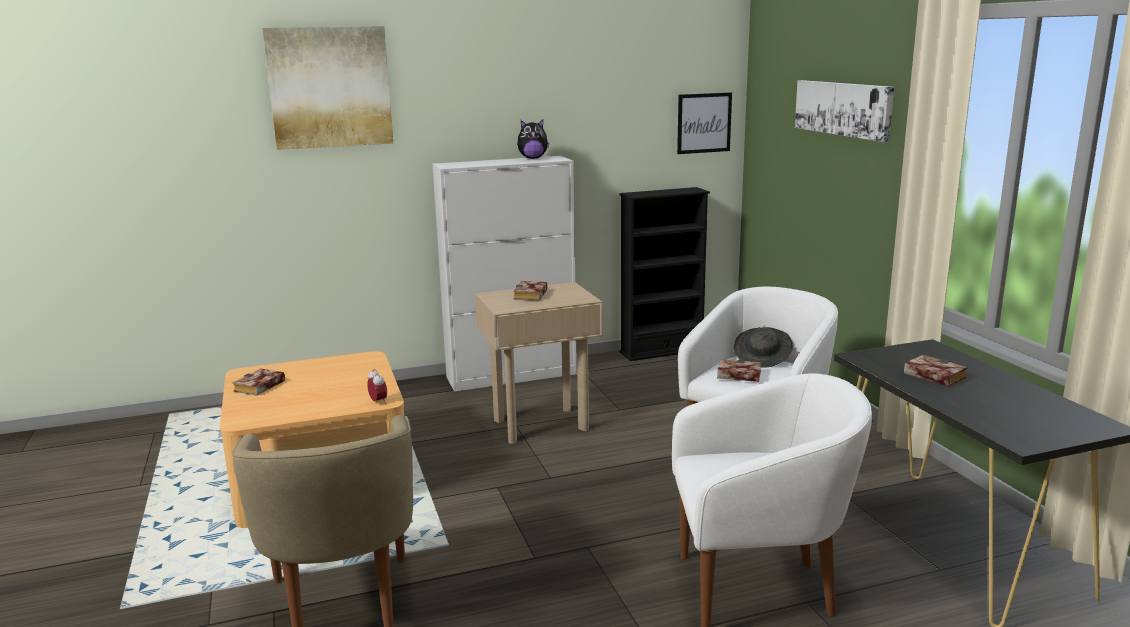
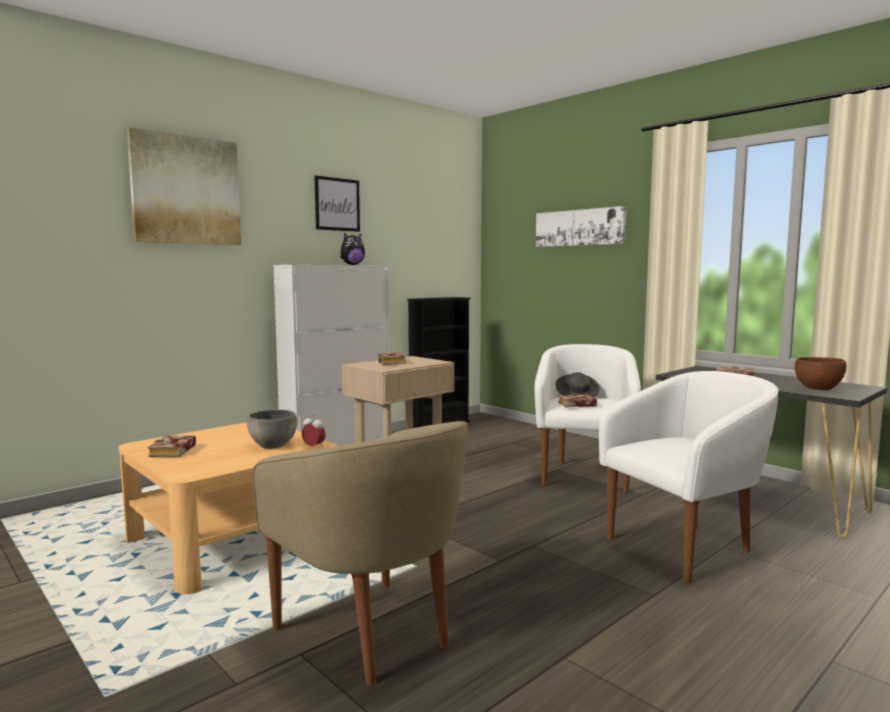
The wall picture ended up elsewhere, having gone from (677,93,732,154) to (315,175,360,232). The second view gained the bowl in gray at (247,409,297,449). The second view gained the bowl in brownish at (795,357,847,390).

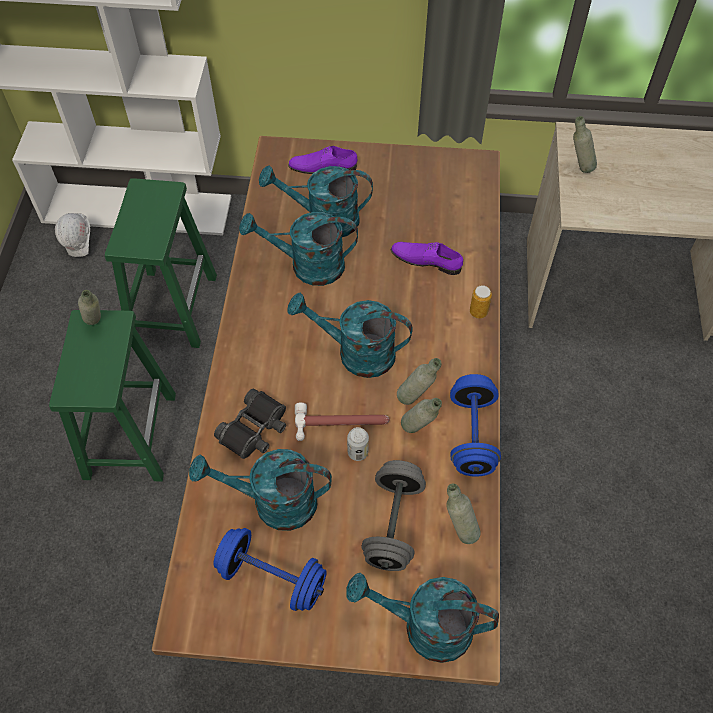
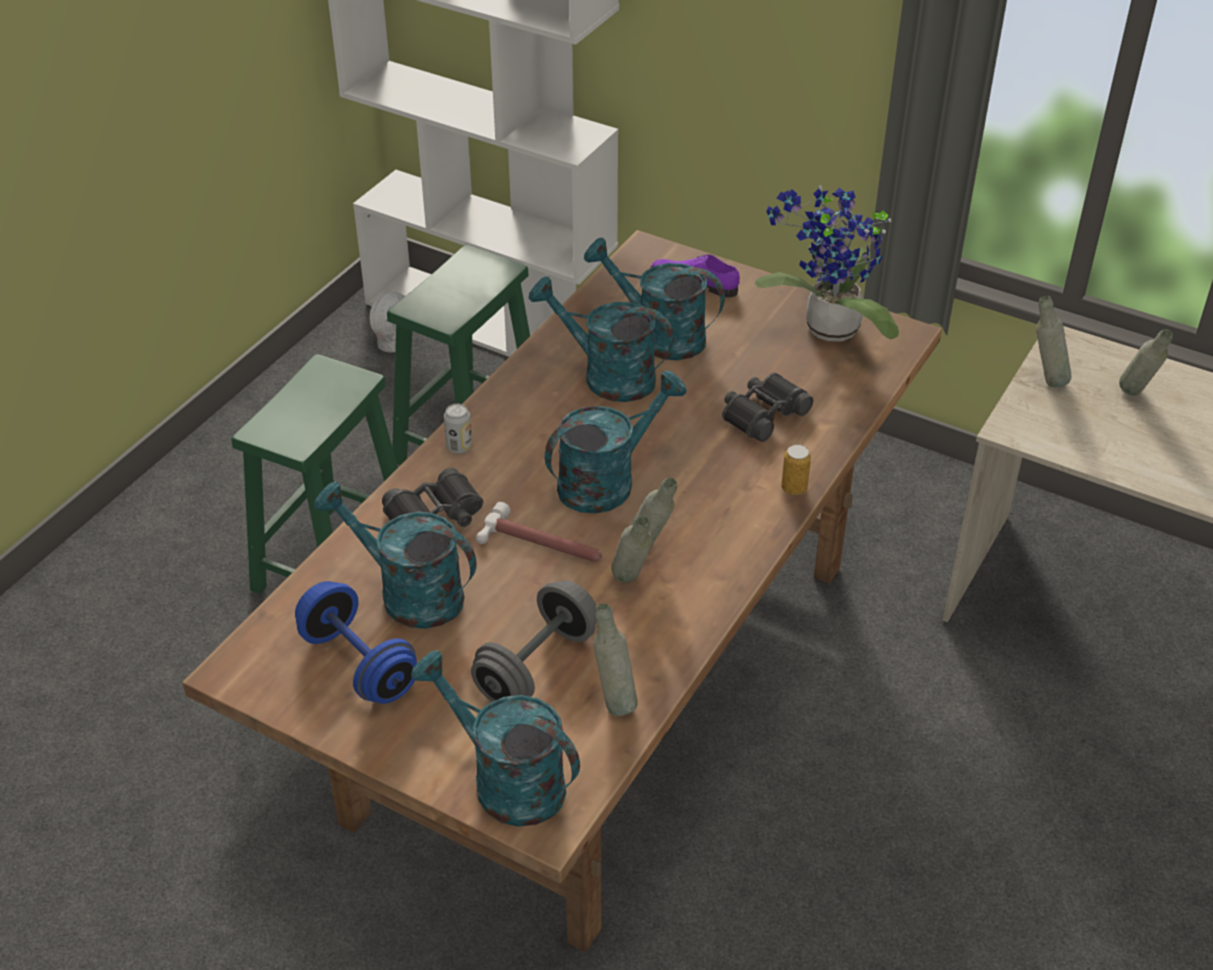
The bottle in gray ended up elsewhere, having gone from (78,290,101,325) to (1119,329,1173,395). The watering can in blue-green at (288,293,413,378) ended up facing another way, 105 degrees clockwise from before. The can ended up elsewhere, having gone from (347,427,369,461) to (444,404,472,454). Where the shoe in purplish stood at (391,242,463,275), the pair of binoculars in black came to stand at (722,373,813,442). The second view lost the dumbbell in blue at (450,374,501,476). The second view gained the potted plant at (755,185,899,342).

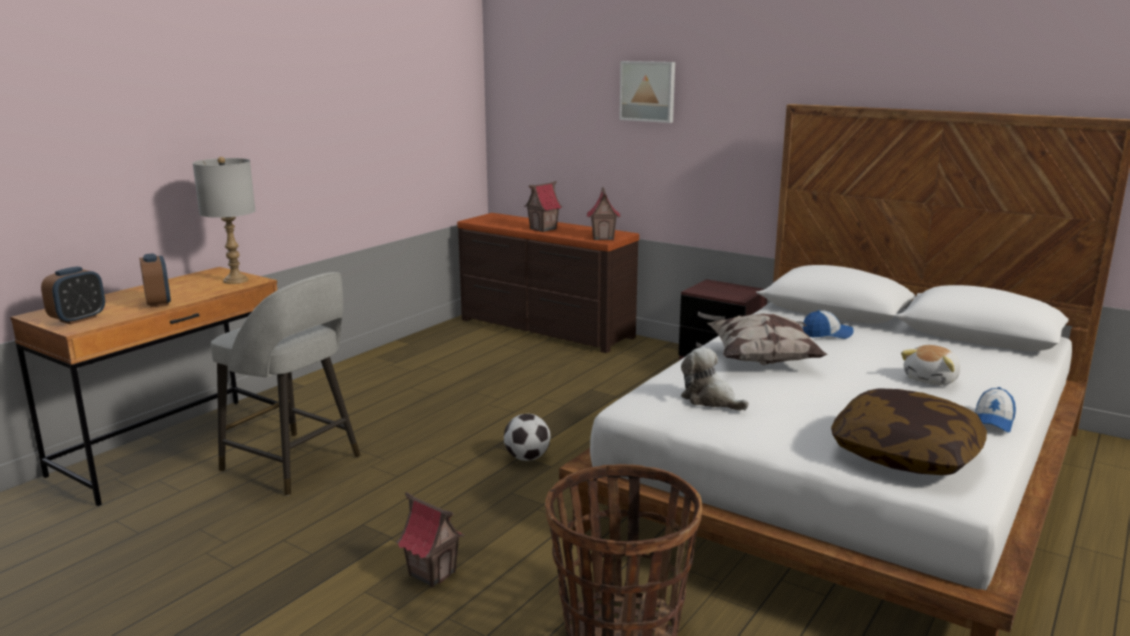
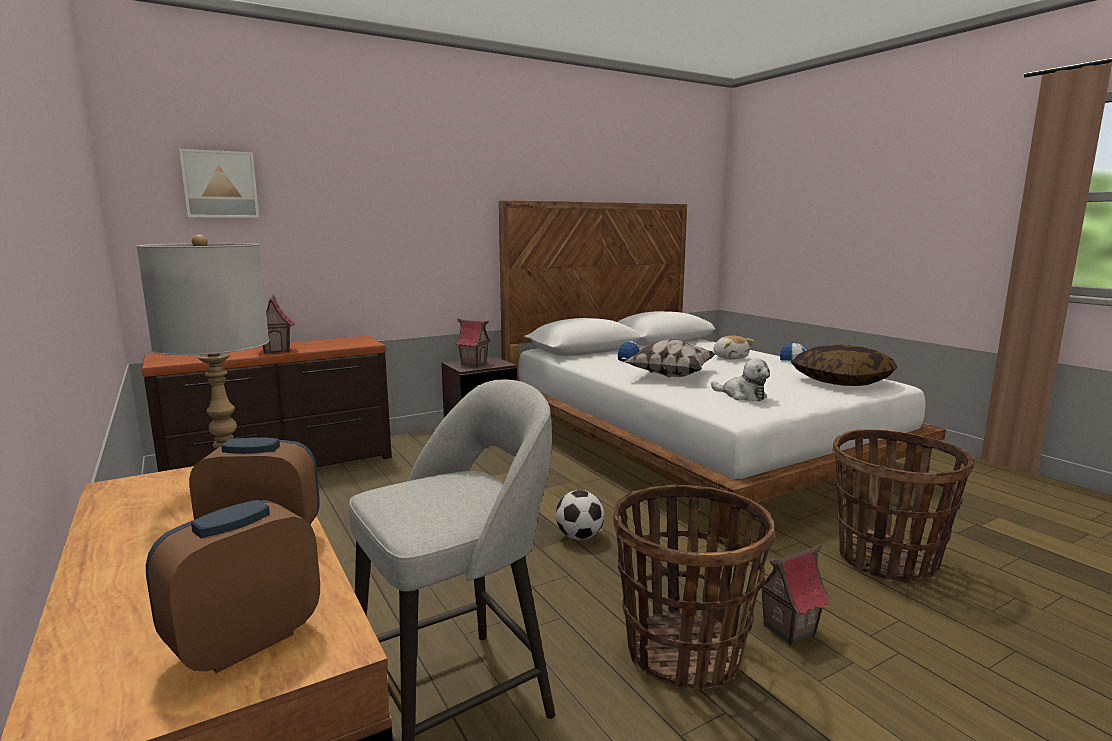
The alarm clock at (41,266,105,324) ended up facing another way, 105 degrees counterclockwise from before. The miniature house ended up elsewhere, having gone from (586,187,621,240) to (455,319,491,367). The wall picture ended up elsewhere, having gone from (619,61,675,123) to (179,149,259,218). The cuddly toy at (681,347,749,411) ended up facing another way, 120 degrees counterclockwise from before. The second view gained the storage basket at (613,485,776,691).

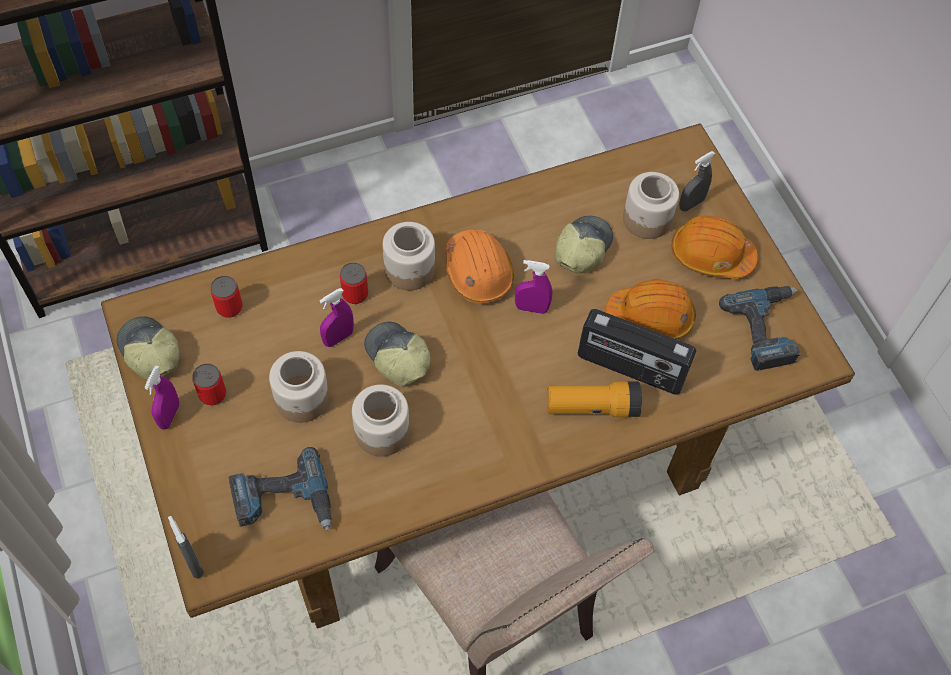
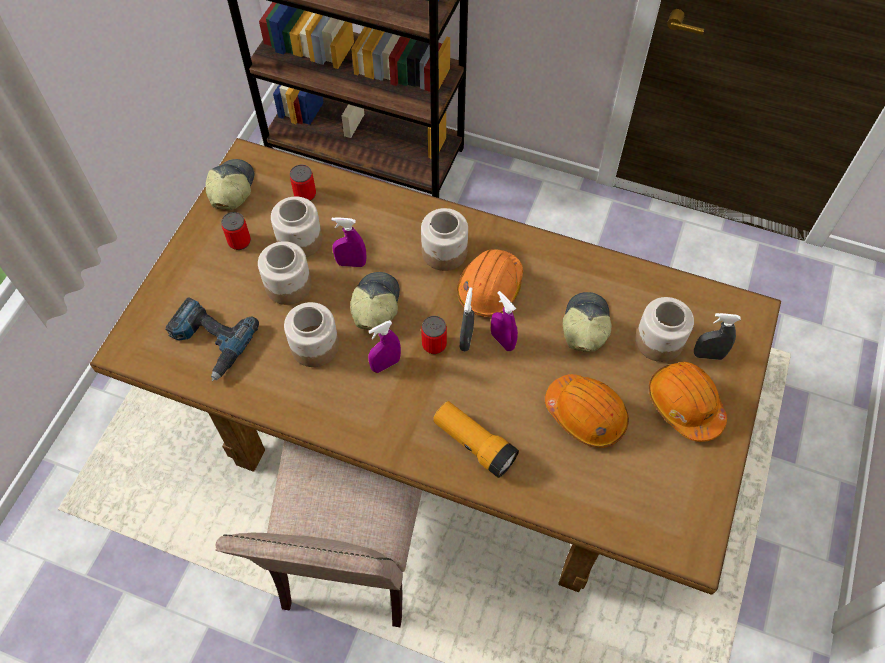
The spray bottle in purplish ended up elsewhere, having gone from (144,366,179,430) to (368,320,401,373). The spray bottle in gray ended up elsewhere, having gone from (168,516,204,578) to (460,287,474,352). The can ended up elsewhere, having gone from (340,262,368,304) to (421,316,447,354). The cap at (556,216,613,274) ended up facing another way, 60 degrees counterclockwise from before. The second view lost the radio receiver at (578,309,696,395). The second view lost the electric drill at (719,286,801,371). The second view gained the preserve jar at (271,197,322,257).

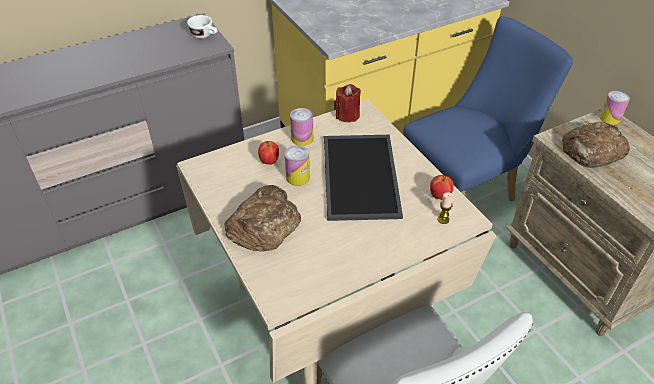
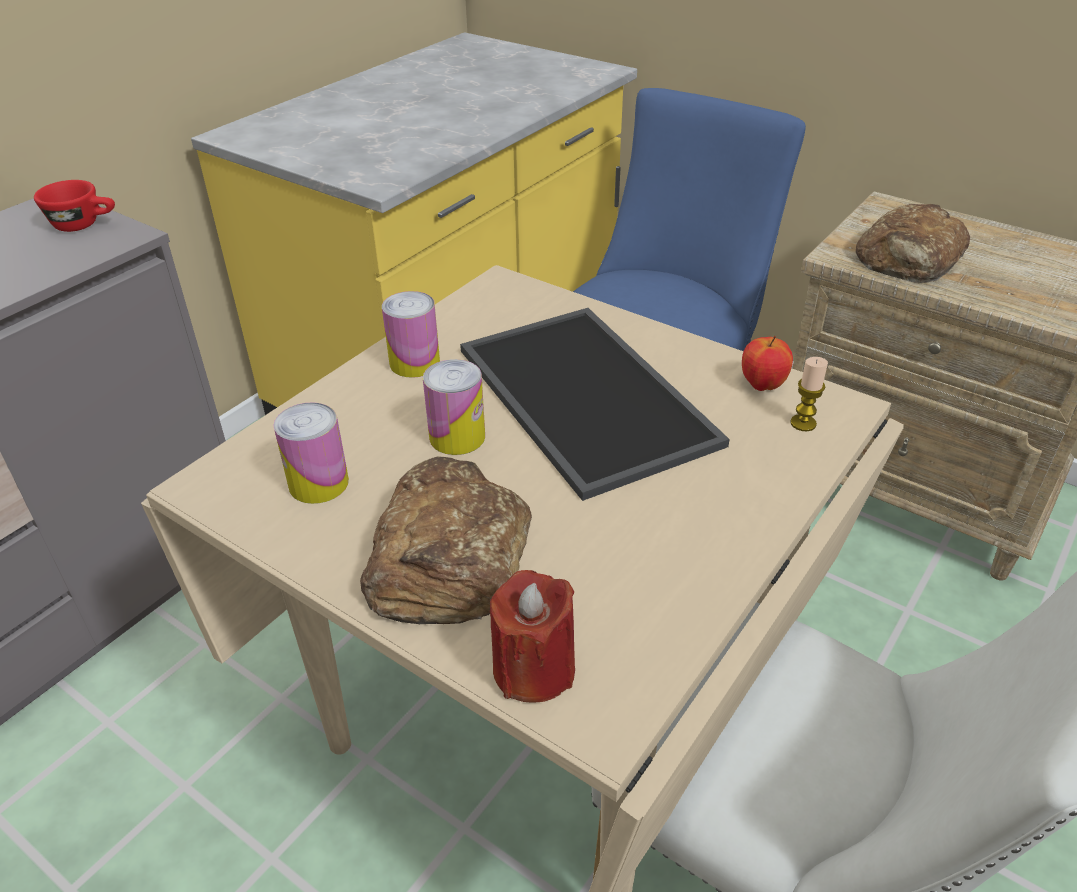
What was the cup in white at (187,15,218,38) turned into the cup in red at (34,180,115,232). The second view lost the whole apple at (258,141,279,165). The wax light in red ended up elsewhere, having gone from (336,84,361,122) to (490,570,575,703). The can ended up elsewhere, having gone from (599,91,630,125) to (273,402,349,504).

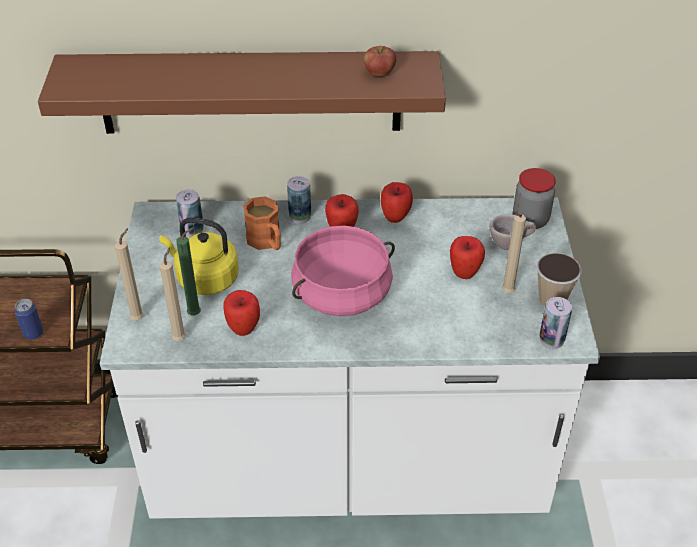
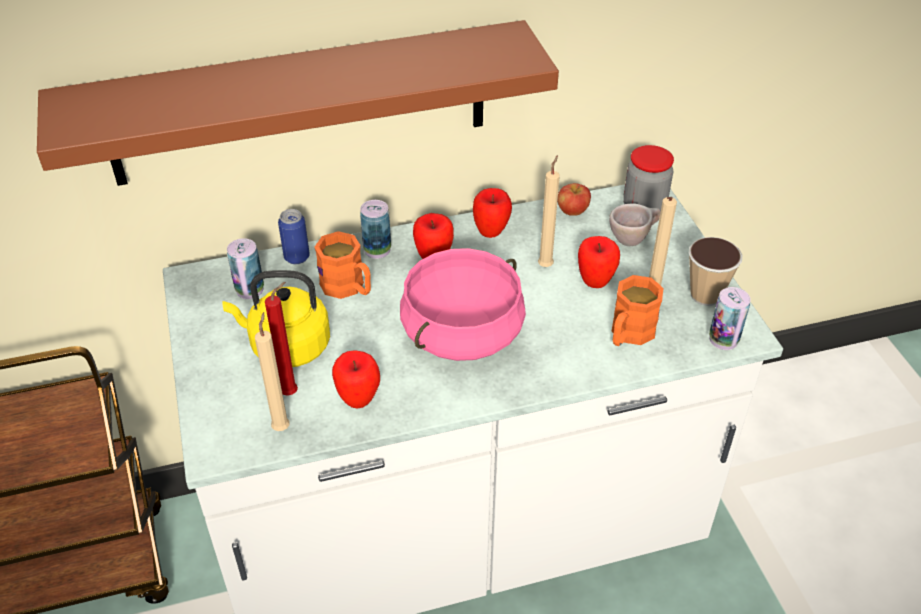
The can ended up elsewhere, having gone from (14,299,43,340) to (278,209,310,264). The wax light in sand-coloured ended up elsewhere, having gone from (115,228,144,320) to (538,155,560,267). What was the wax light in green-coloured at (176,228,201,316) turned into the wax light in red at (265,282,298,396). The whole apple ended up elsewhere, having gone from (364,46,396,77) to (558,183,591,216). The second view gained the mug in orangey at (611,275,664,346).

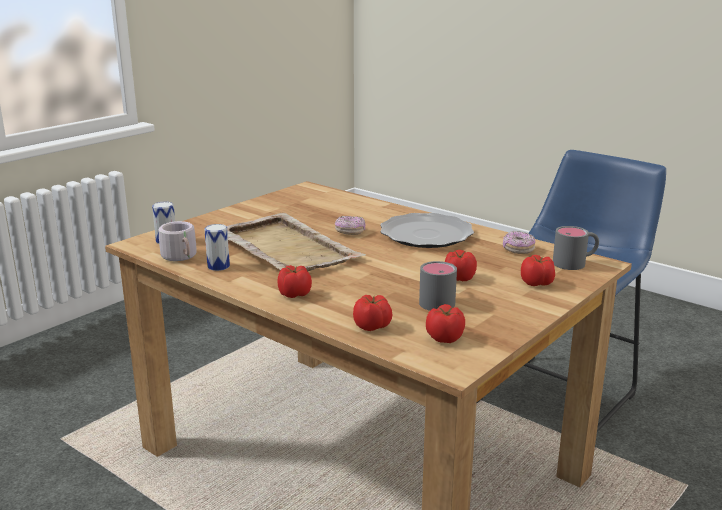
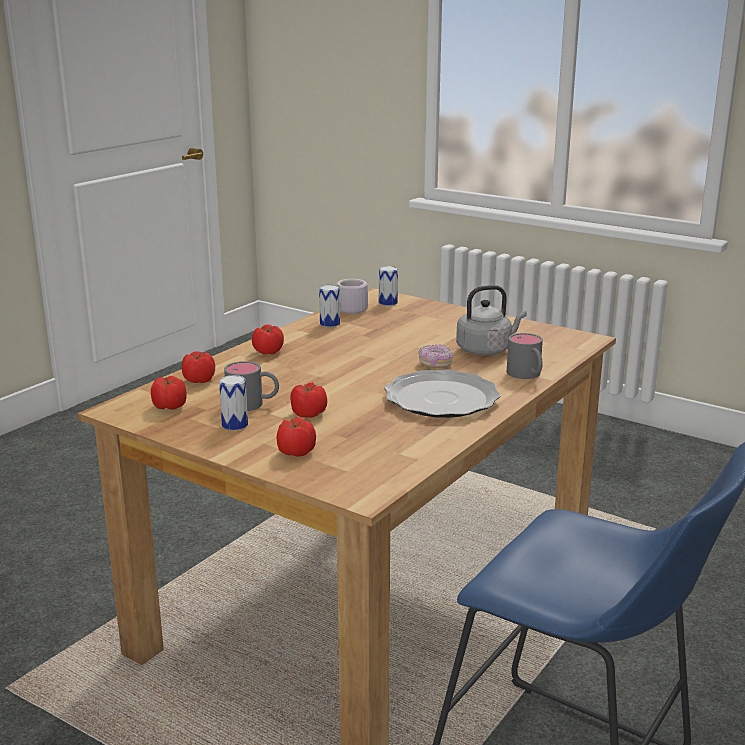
The second view lost the serving tray in sand-coloured at (227,213,366,272). The second view lost the ring doughnut at (503,231,536,254). The mug in gray ended up elsewhere, having gone from (553,226,599,270) to (507,333,543,379). The second view gained the can at (219,375,248,430). The second view gained the kettle in gray at (456,285,527,355).

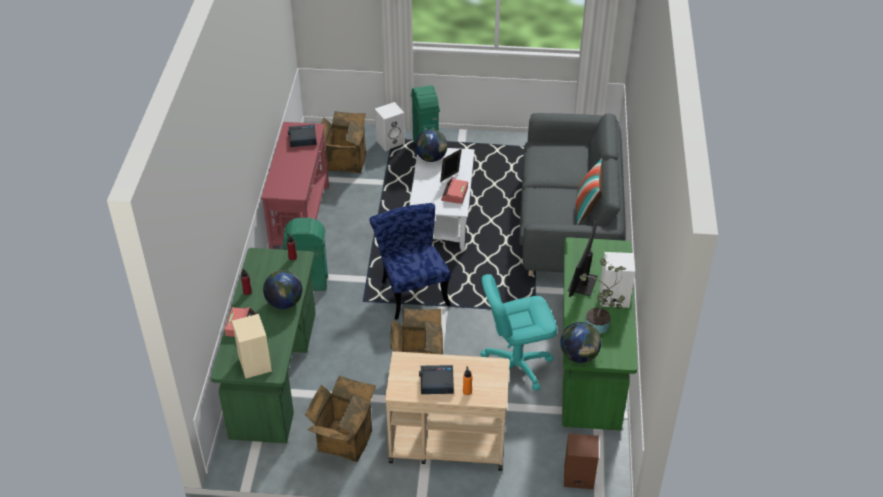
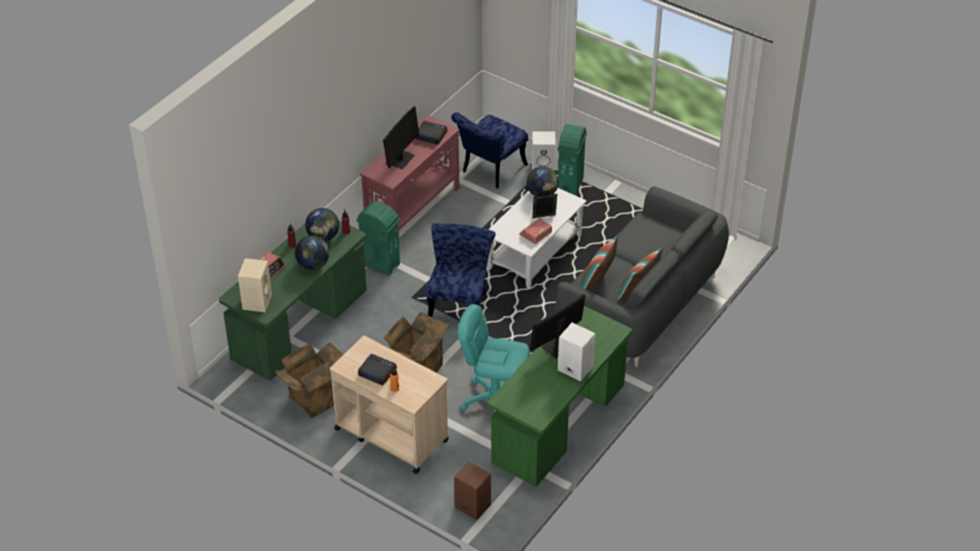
Where the carton stood at (321,111,366,173), the upright chair in blue came to stand at (451,112,528,188). The desk globe ended up elsewhere, having gone from (560,322,601,363) to (305,208,339,241). The second view lost the potted plant at (579,258,626,334). The second view gained the monitor at (383,106,419,170). The second view gained the throw pillow at (582,235,618,290).

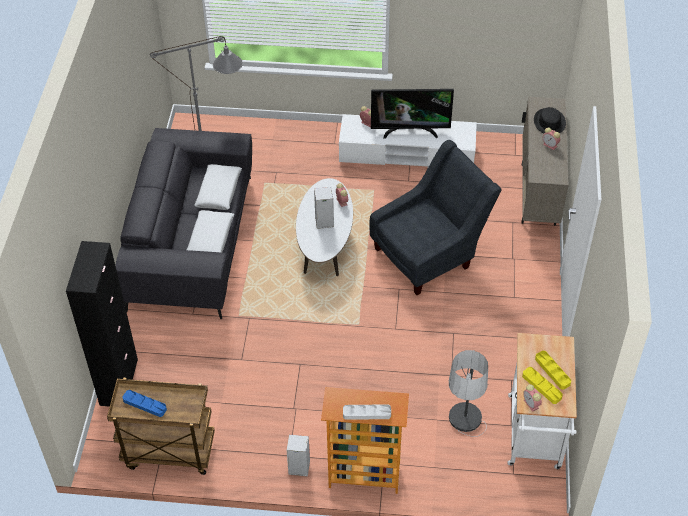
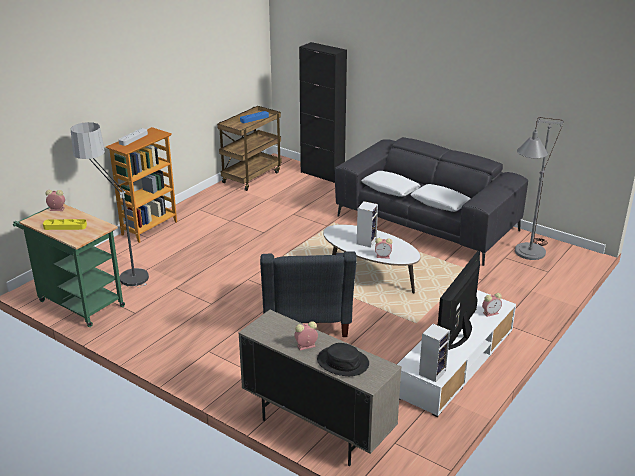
The speaker ended up elsewhere, having gone from (287,434,310,477) to (419,324,450,382). What was the trolley in white at (508,333,577,470) turned into the trolley in green-coloured at (13,204,125,327). The second view lost the serving tray in yellowish at (522,367,563,404).

